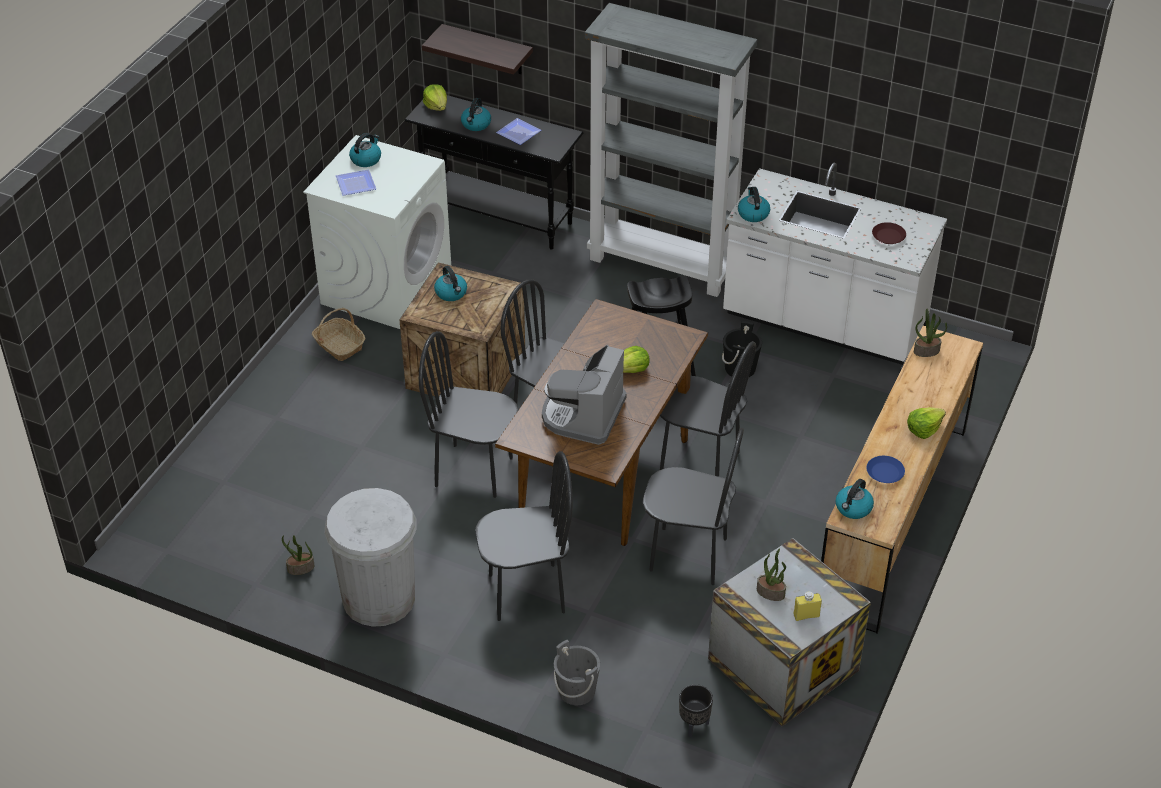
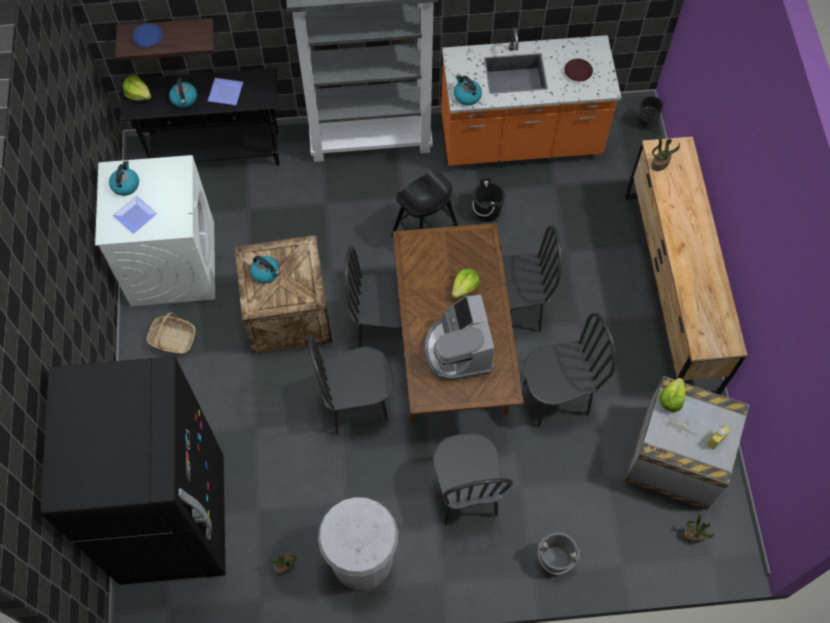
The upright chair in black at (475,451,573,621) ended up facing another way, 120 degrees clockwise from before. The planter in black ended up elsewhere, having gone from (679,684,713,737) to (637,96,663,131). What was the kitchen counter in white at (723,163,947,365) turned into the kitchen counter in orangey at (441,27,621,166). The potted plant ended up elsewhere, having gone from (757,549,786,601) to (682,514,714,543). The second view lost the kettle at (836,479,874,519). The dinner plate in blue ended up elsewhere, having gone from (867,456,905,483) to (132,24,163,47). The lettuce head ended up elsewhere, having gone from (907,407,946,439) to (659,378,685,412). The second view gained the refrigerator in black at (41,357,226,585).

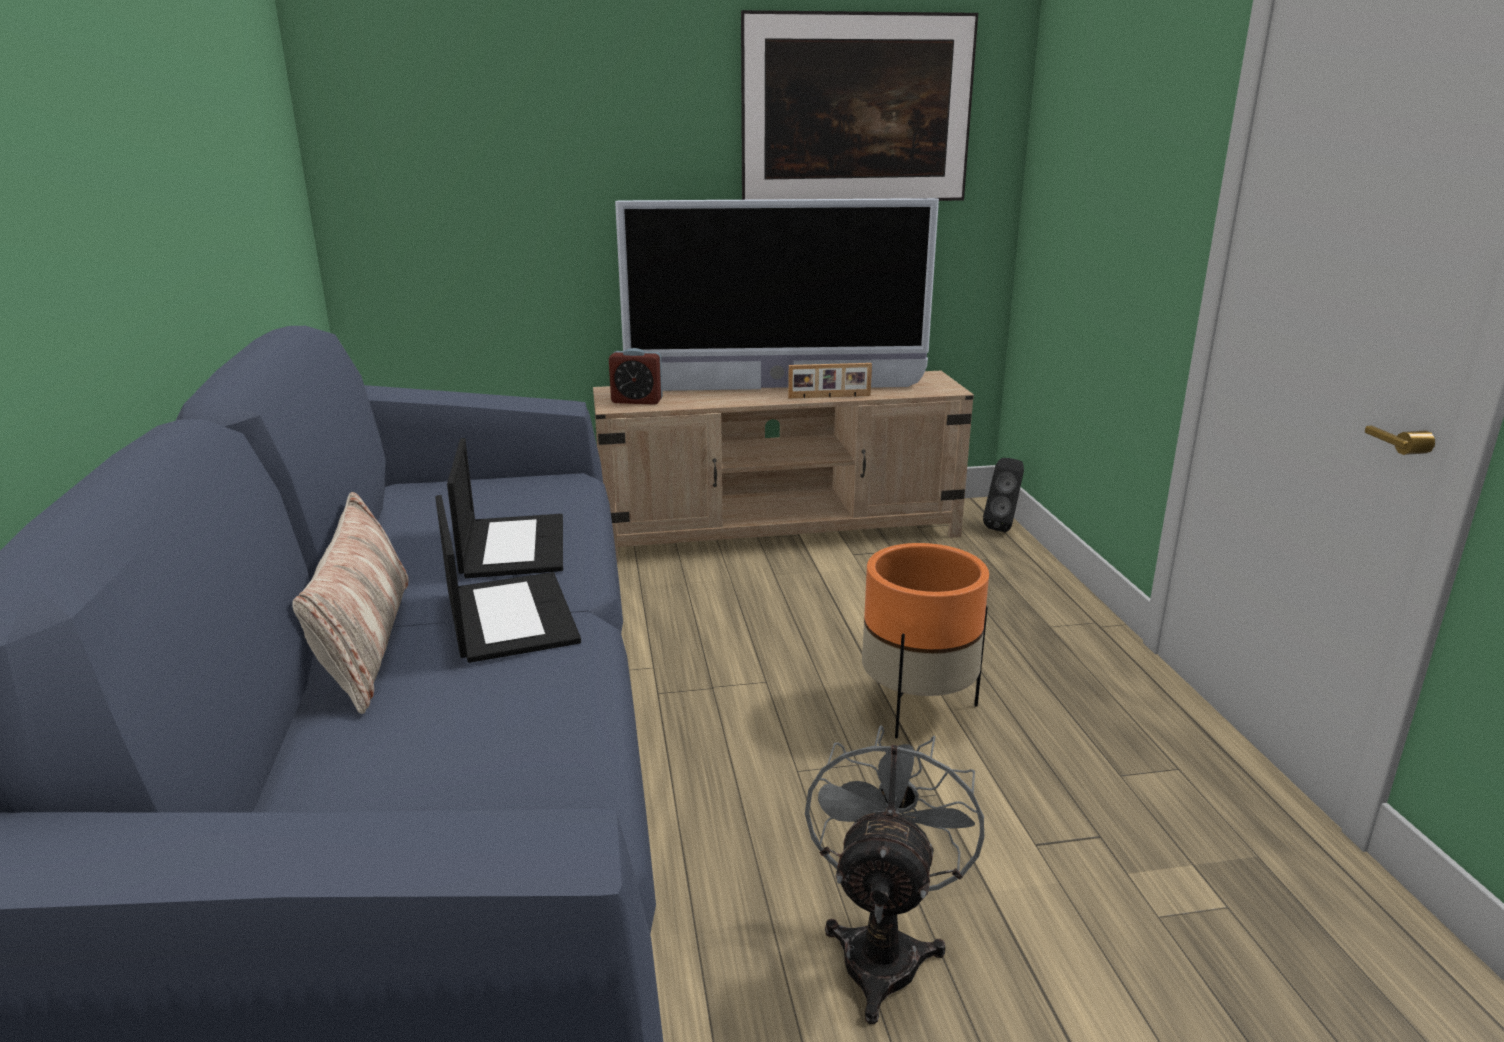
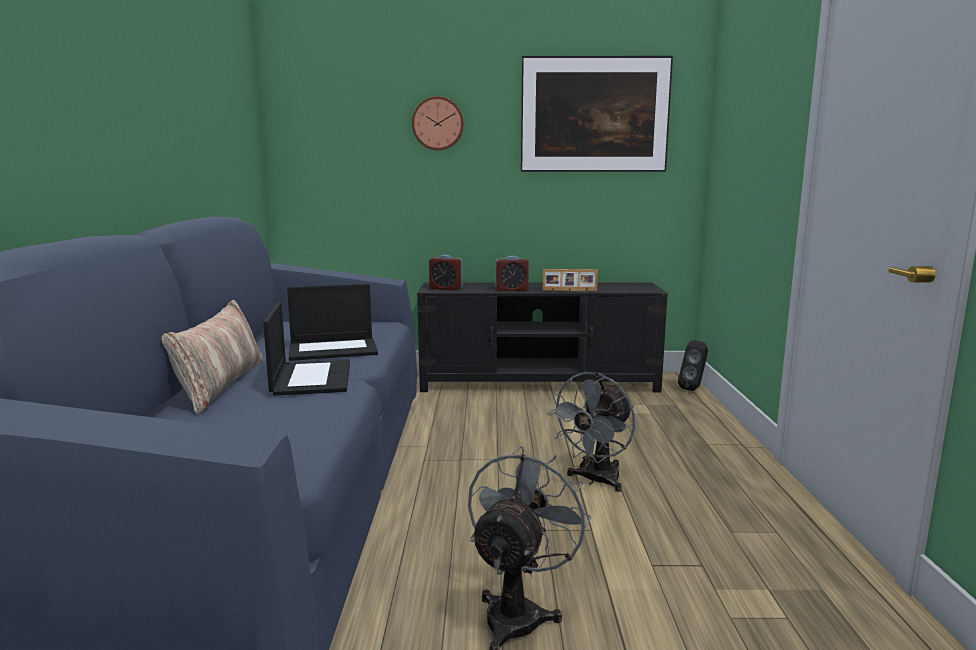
The portable computer at (447,438,563,578) ended up facing another way, 75 degrees clockwise from before. What was the tv stand in sand-coloured at (593,371,974,563) turned into the tv stand in black at (417,282,668,393). The second view lost the television at (615,198,939,391). Where the planter in orangey stood at (862,543,989,739), the fan in gray came to stand at (547,372,635,492). The second view gained the hanging clock at (412,96,464,151). The second view gained the alarm clock at (495,256,529,291).

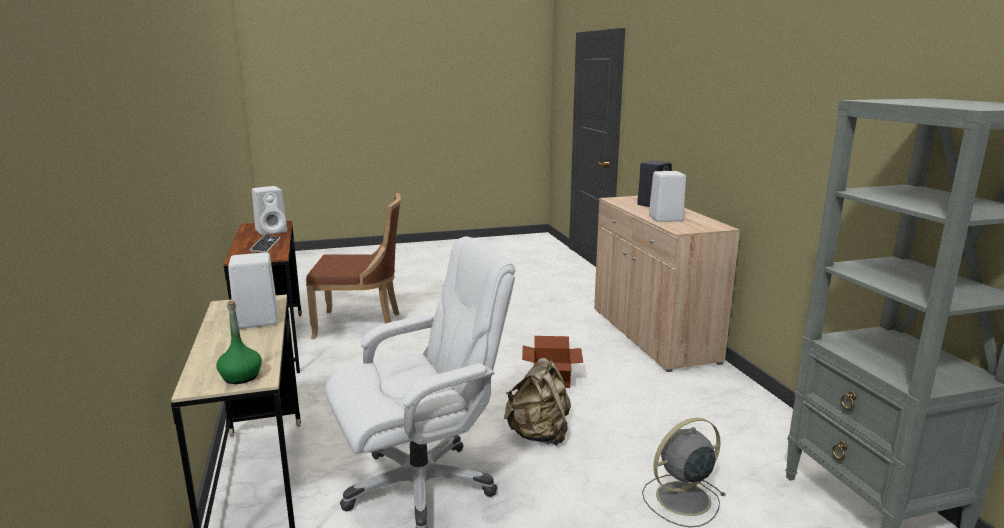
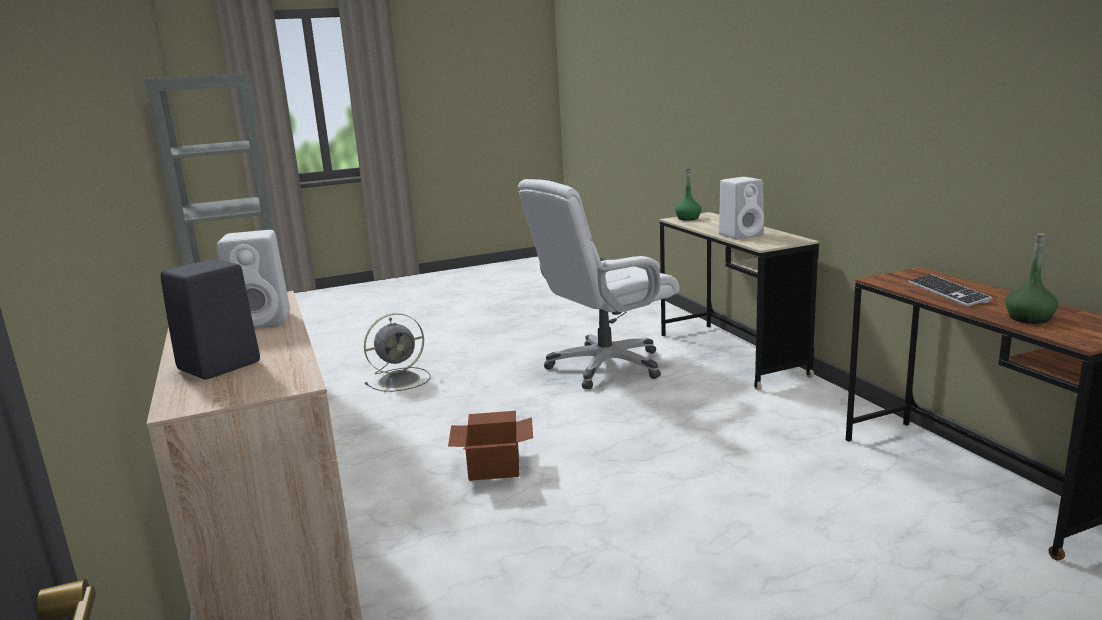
Where the speaker in white stood at (252,186,287,235), the bottle in green-coloured came to stand at (1005,233,1058,324). The second view lost the upright chair in brownish at (306,193,401,339). The second view lost the knapsack in sand-coloured at (504,358,571,446).

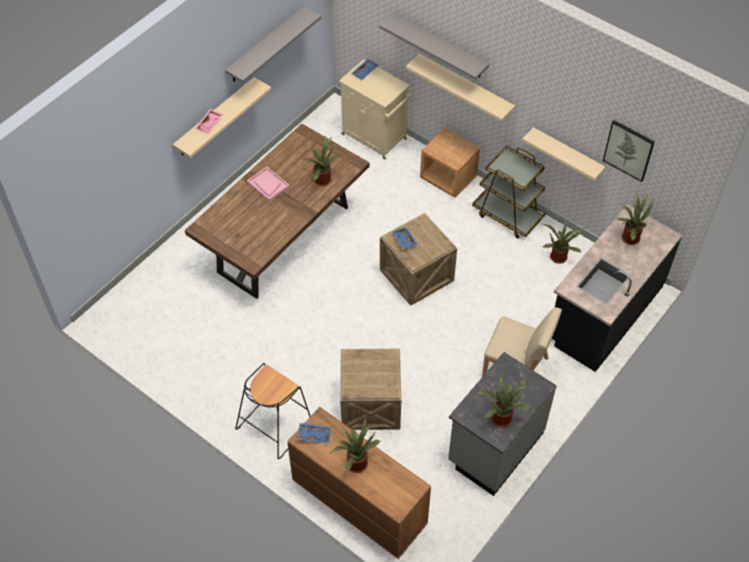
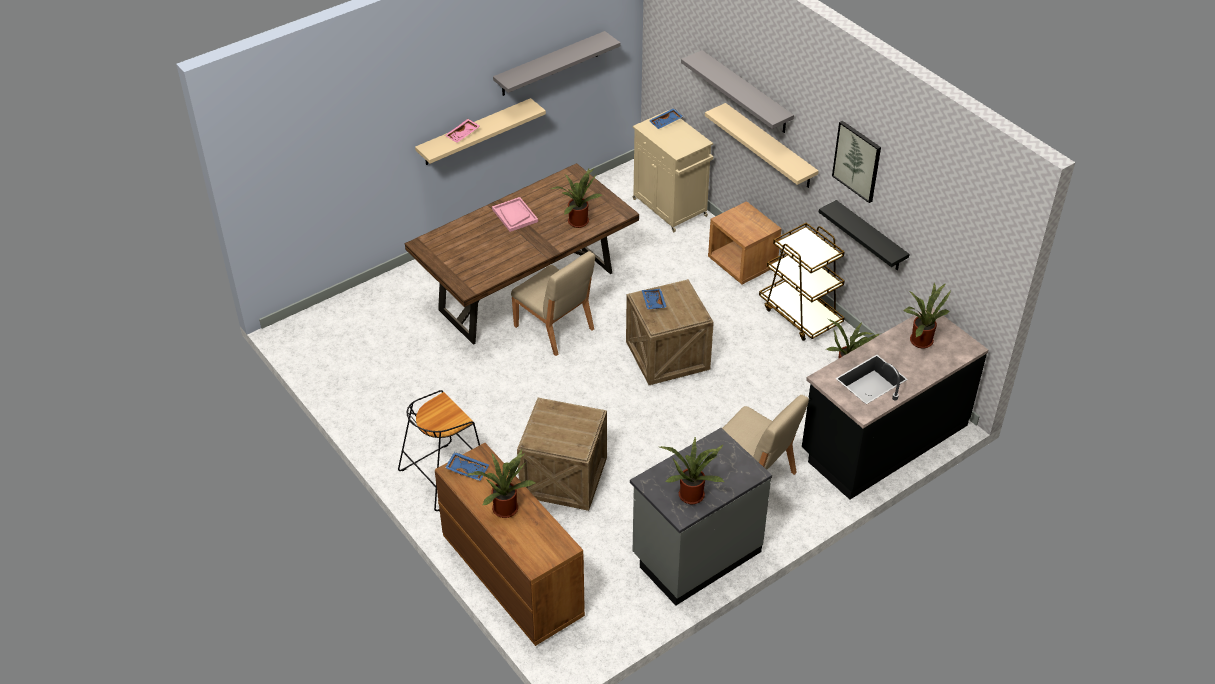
What was the bracket shelf in sand-coloured at (522,127,605,181) turned into the bracket shelf in black at (819,200,910,270). The wall picture ended up elsewhere, having gone from (603,120,655,182) to (832,121,881,203). The second view gained the upright chair in sand-coloured at (511,251,595,356).

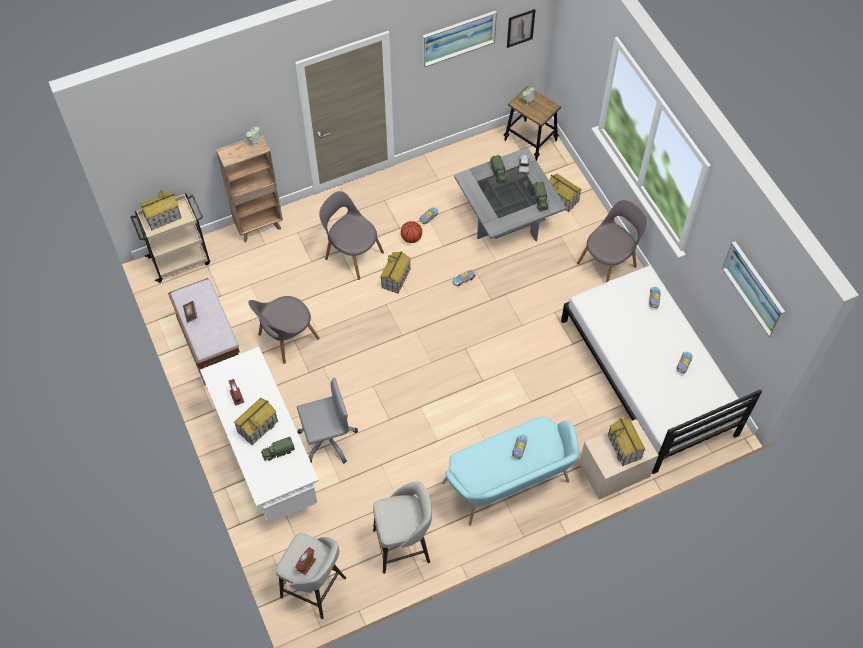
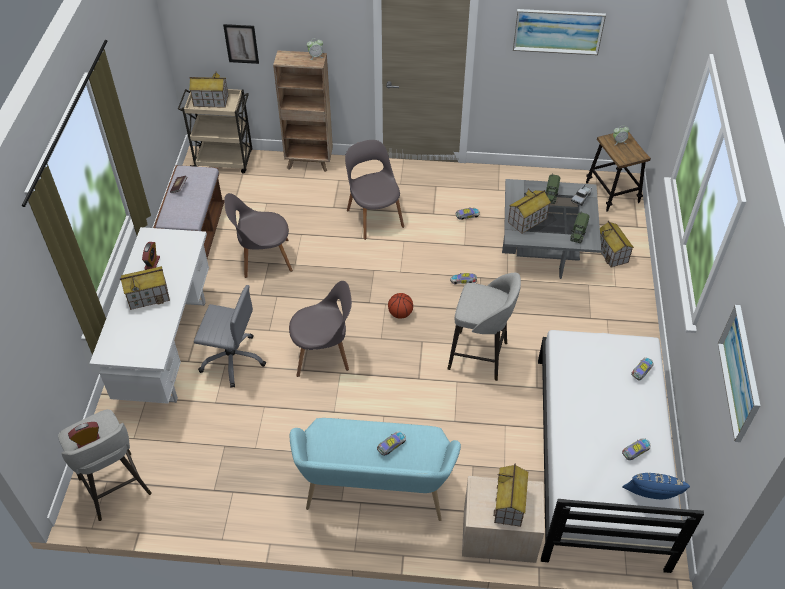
The second view lost the toy truck at (261,437,295,461). The stool seat in gray ended up elsewhere, having gone from (373,481,432,574) to (447,273,521,381). The miniature house ended up elsewhere, having gone from (380,251,411,294) to (508,189,551,234). The basketball ended up elsewhere, having gone from (401,221,422,243) to (388,293,413,318). The wall picture ended up elsewhere, having gone from (507,9,535,48) to (223,24,259,64). The upright chair in gray ended up elsewhere, having gone from (577,200,647,283) to (289,281,352,377). The second view gained the throw pillow in blue at (622,473,690,499).

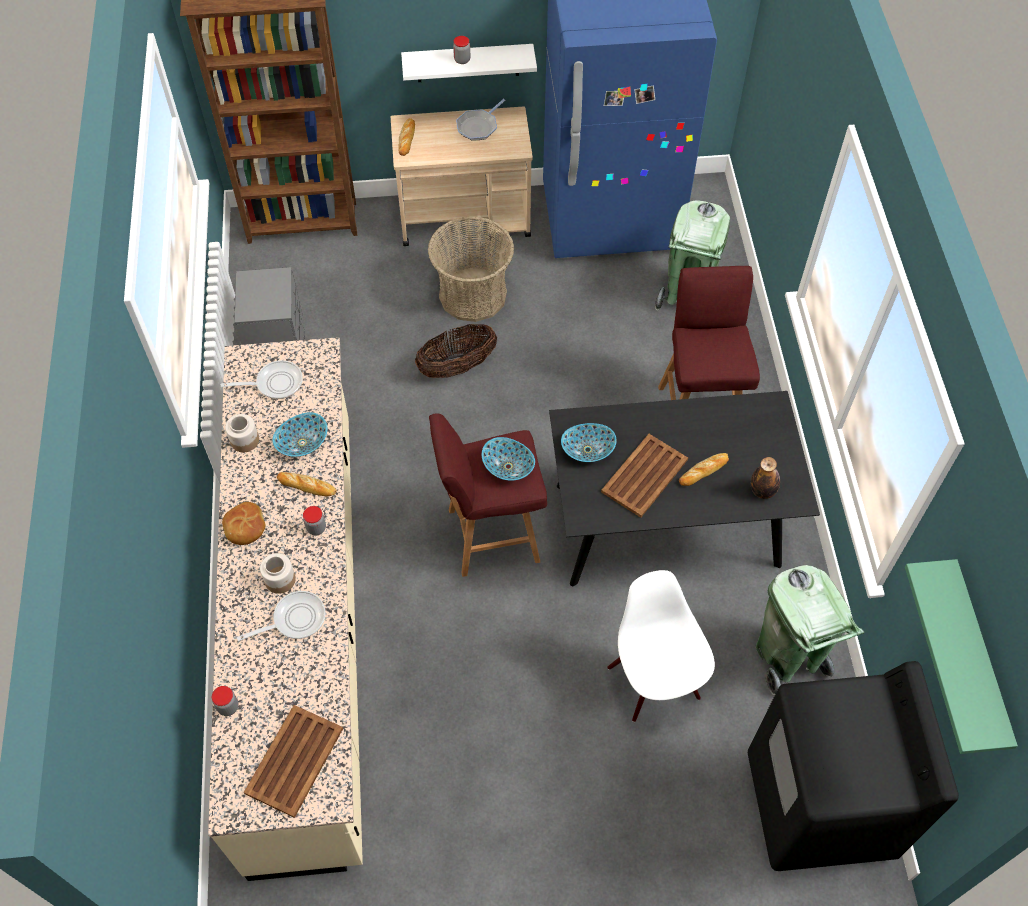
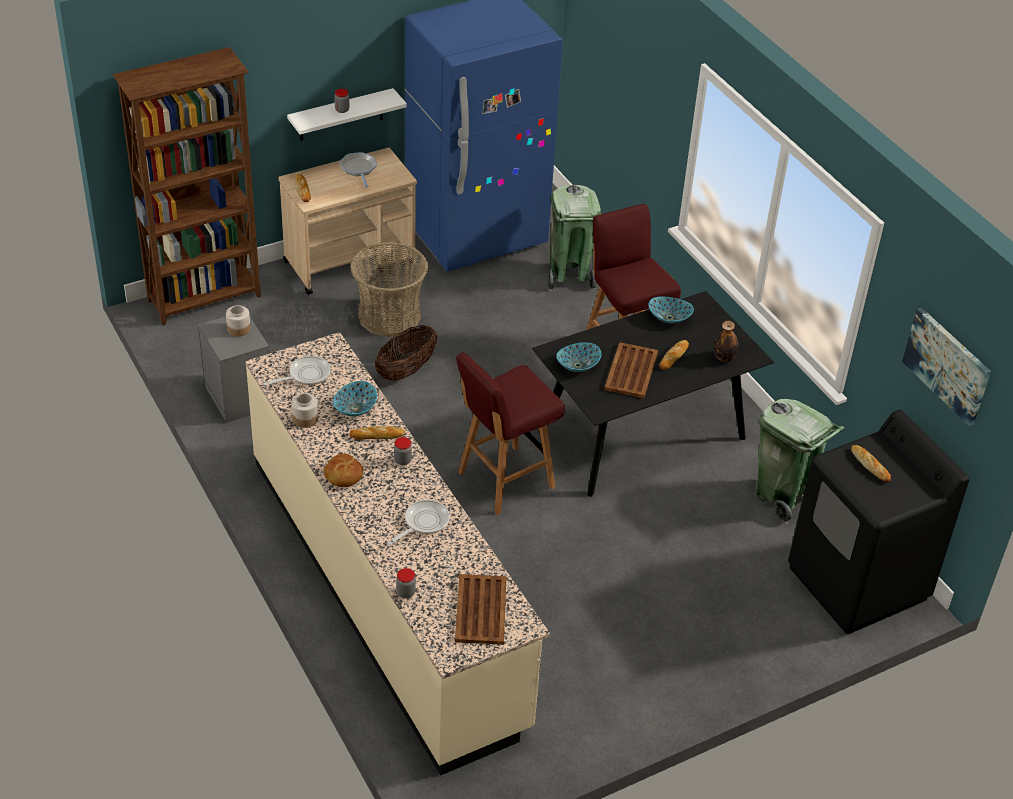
The preserve jar ended up elsewhere, having gone from (260,553,296,594) to (226,305,250,337). The frying pan at (456,99,505,141) ended up facing another way, 150 degrees clockwise from before. The bowl ended up elsewhere, having gone from (482,437,535,481) to (648,297,694,324). The second view lost the upright chair in white at (607,570,715,722). Where the bracket shelf in green-coloured hung at (905,559,1018,754), the wall picture came to hang at (902,307,991,426). The second view gained the bread at (851,445,891,482).

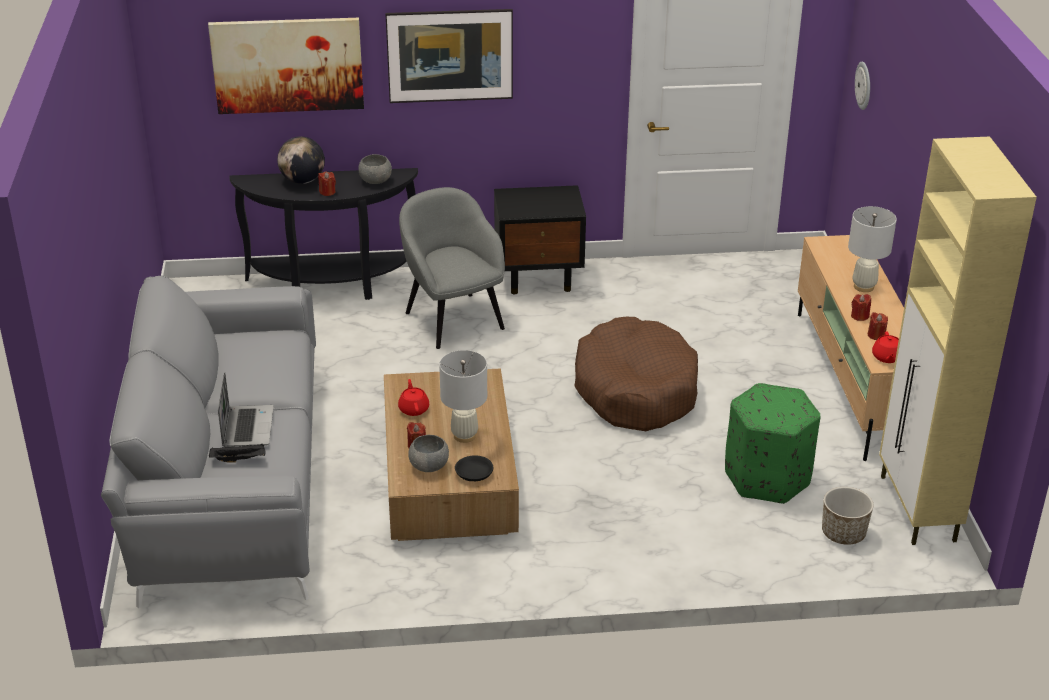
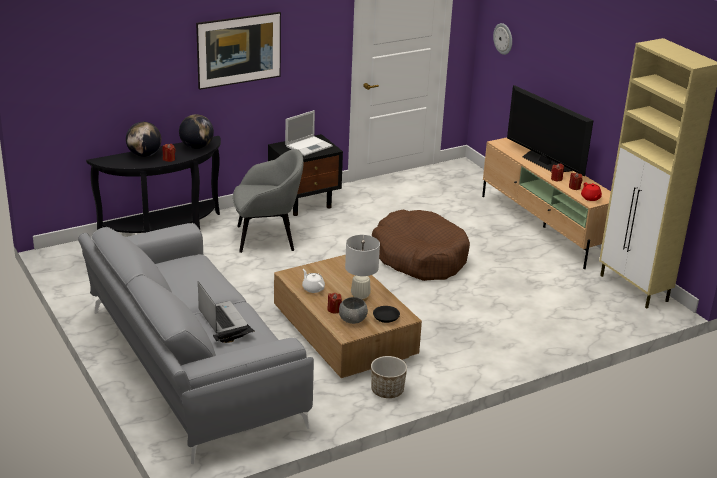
The second view lost the wall picture at (208,18,364,114). Where the bowl in gray stood at (358,154,392,184), the desk globe came to stand at (179,114,214,149). What was the teapot in red at (398,379,429,416) turned into the teapot in white at (302,269,325,293). The lounge chair in gray at (399,187,505,349) ended up facing another way, 135 degrees clockwise from before. The second view lost the footrest in green-coloured at (725,383,821,504). The planter ended up elsewhere, having gone from (822,487,874,545) to (371,356,407,398). Where the tabletop lamp in white stood at (848,206,897,292), the television came to stand at (507,85,594,176). The second view gained the portable computer at (285,110,333,156).

